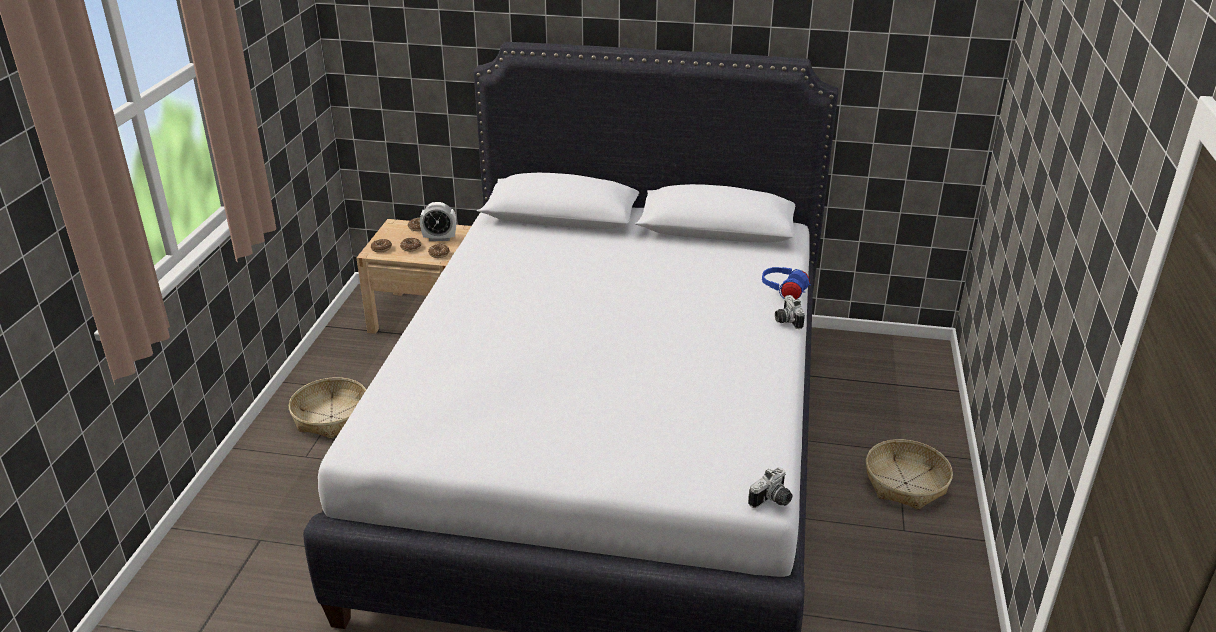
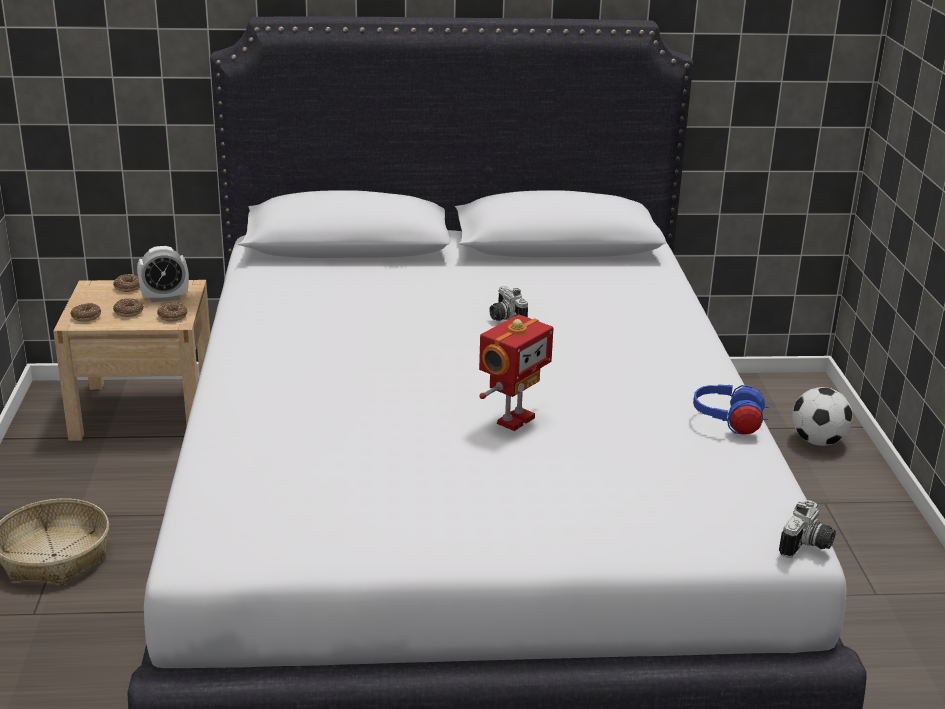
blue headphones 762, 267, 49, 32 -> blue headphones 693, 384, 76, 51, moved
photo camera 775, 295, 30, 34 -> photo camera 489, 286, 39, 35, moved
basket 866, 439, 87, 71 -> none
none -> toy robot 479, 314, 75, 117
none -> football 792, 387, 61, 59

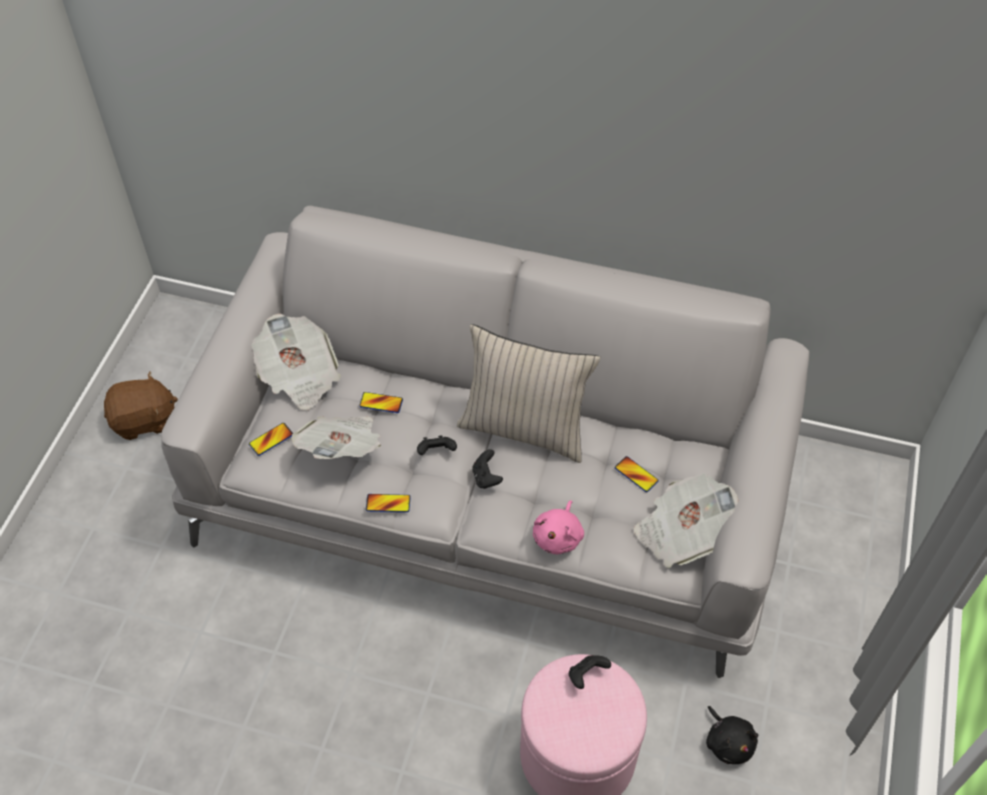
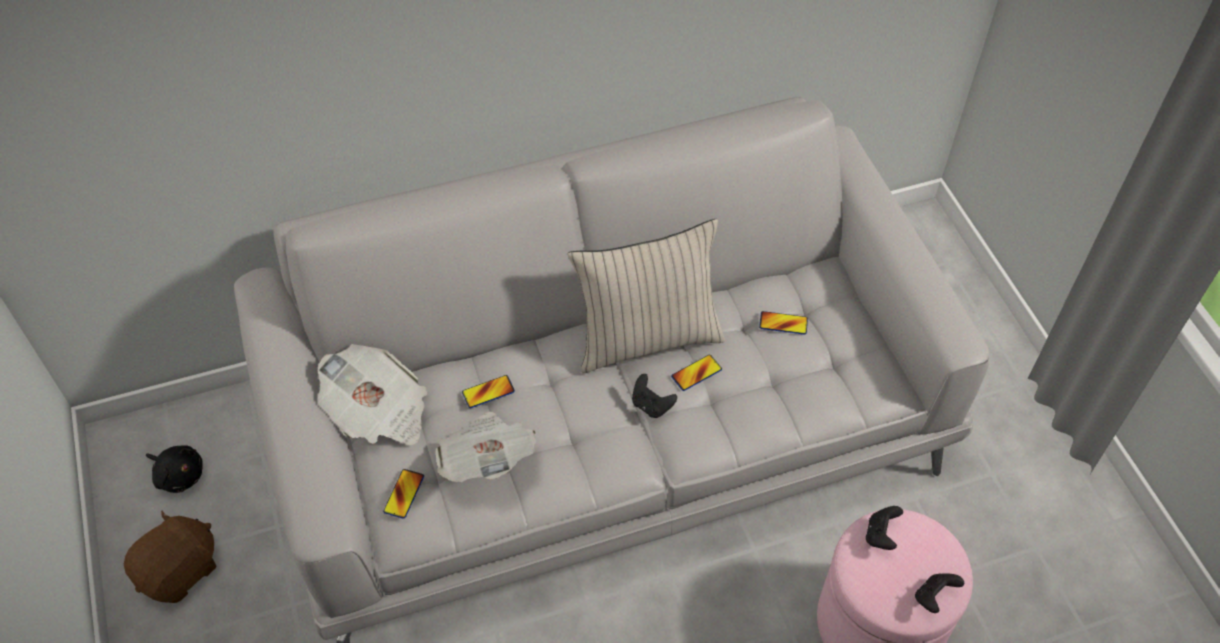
black game controller 417, 435, 40, 20 -> black game controller 915, 573, 49, 40, moved
newspaper 634, 473, 105, 95 -> none
phone 366, 494, 45, 18 -> phone 671, 355, 51, 36, moved
pink plush toy 533, 500, 51, 54 -> none
black plush toy 706, 706, 52, 58 -> black plush toy 146, 445, 57, 48, moved

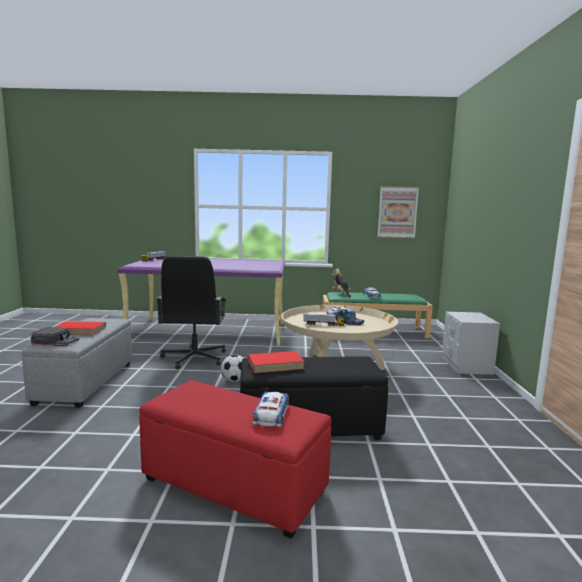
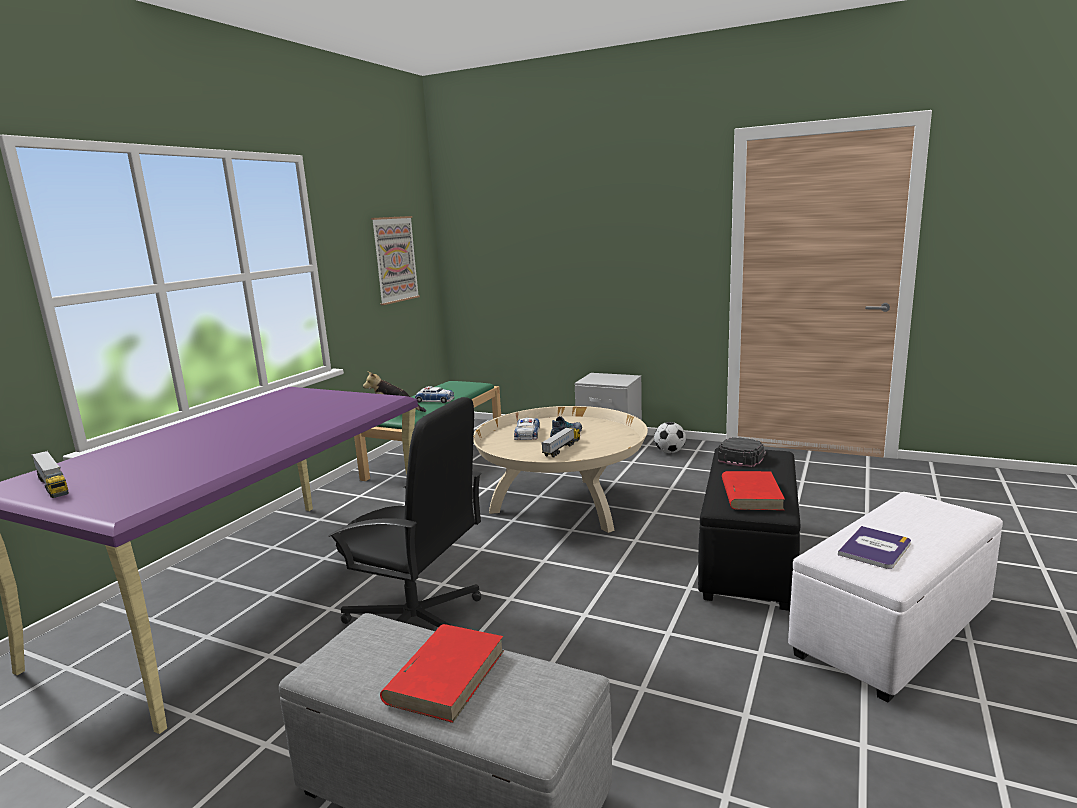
black cap 31, 327, 48, 19 -> black cap 718, 437, 48, 30, moved
football 221, 355, 22, 27 -> football 654, 422, 32, 31, moved
red ottoman 139, 380, 192, 159 -> white ottoman 788, 492, 215, 210
toy car 252, 392, 37, 35 -> none
none -> book 838, 526, 73, 43

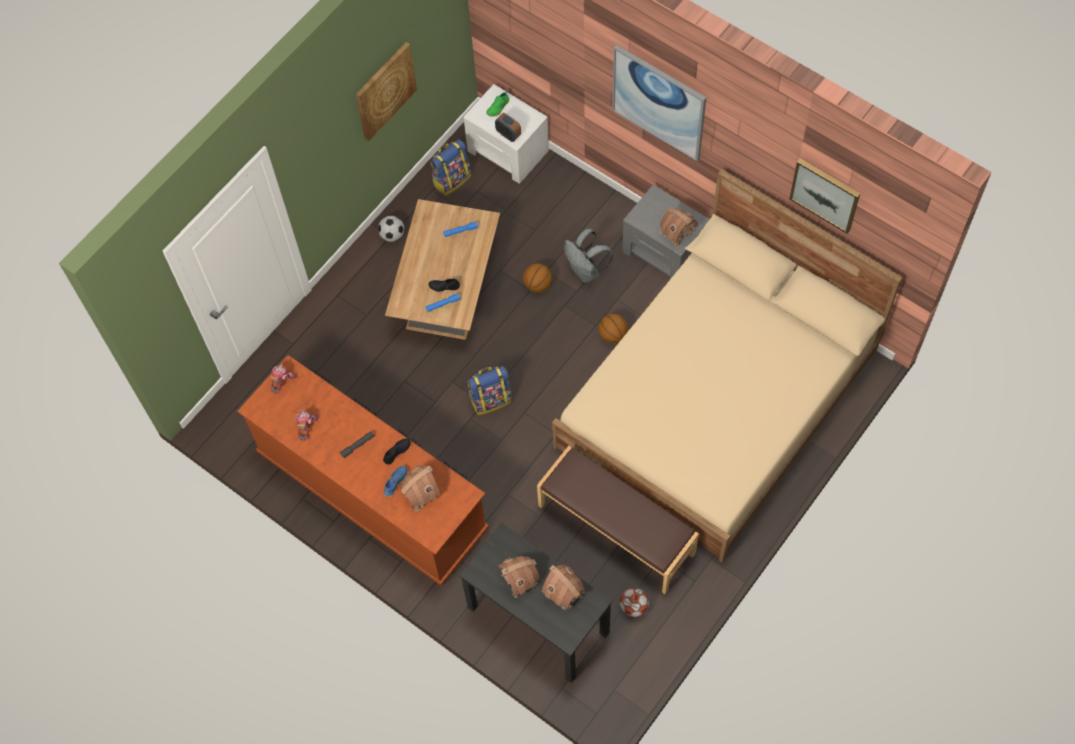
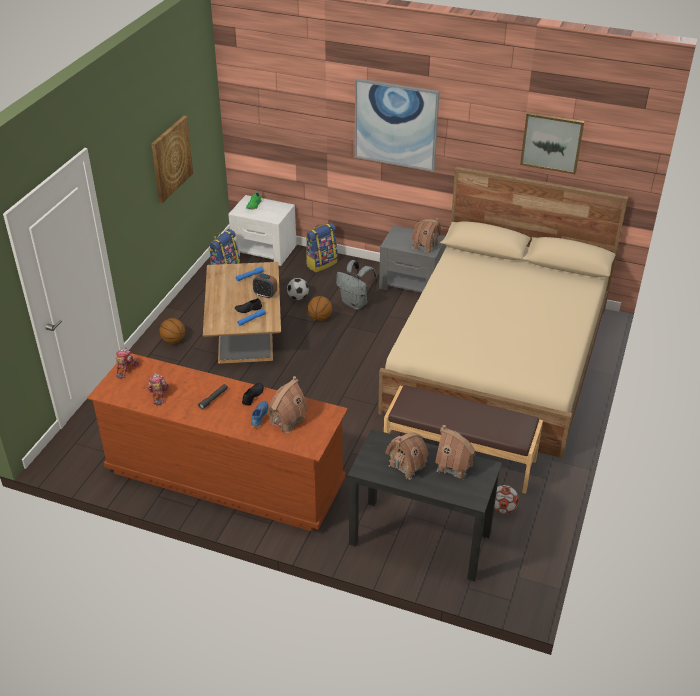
alarm clock 495, 113, 26, 29 -> alarm clock 253, 273, 24, 25, moved
football 378, 216, 26, 26 -> football 287, 278, 22, 22, moved
basketball 598, 314, 30, 29 -> basketball 159, 318, 26, 26, moved
backpack 468, 366, 44, 49 -> backpack 306, 222, 32, 50, moved

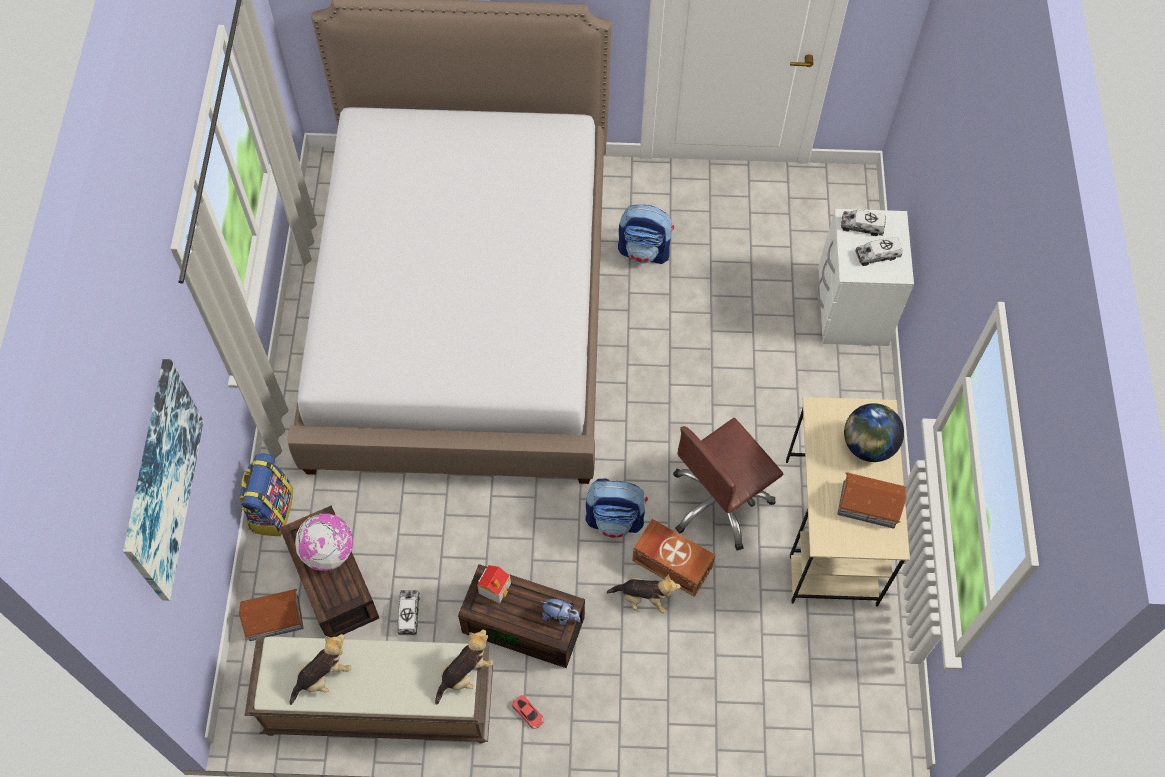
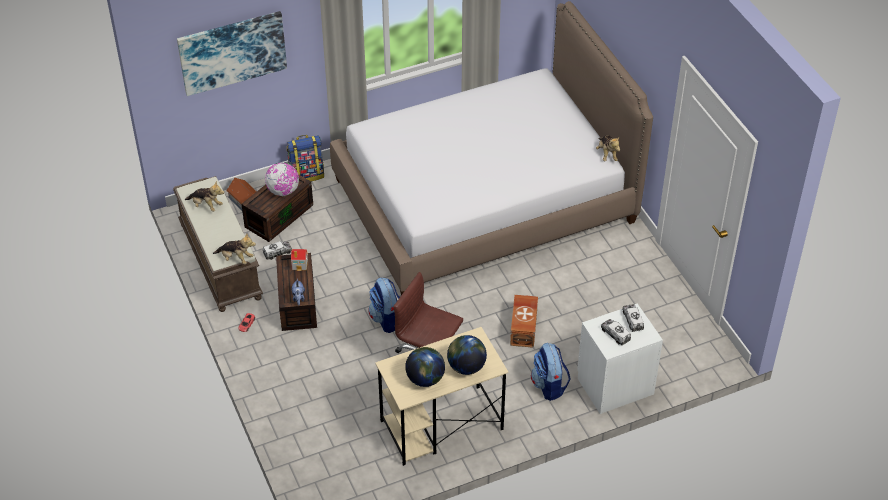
backpack 618, 205, 56, 59 -> backpack 531, 343, 40, 58, moved
toy house 837, 473, 70, 56 -> globe 405, 347, 40, 40
brown storage box 632, 519, 83, 78 -> brown storage box 510, 295, 28, 53, moved
plush toy 607, 574, 74, 39 -> plush toy 596, 135, 24, 26, moved

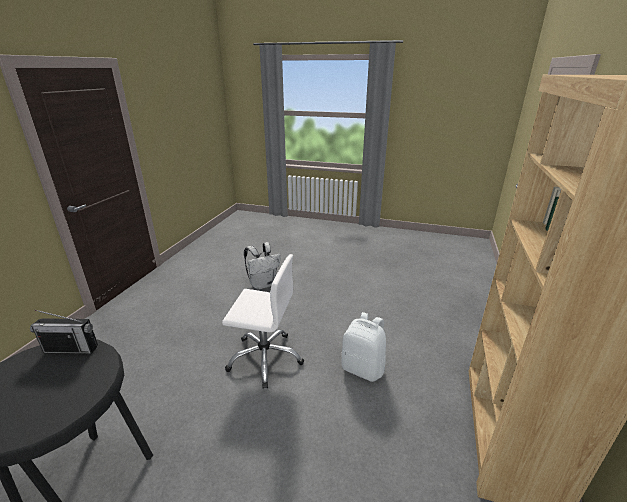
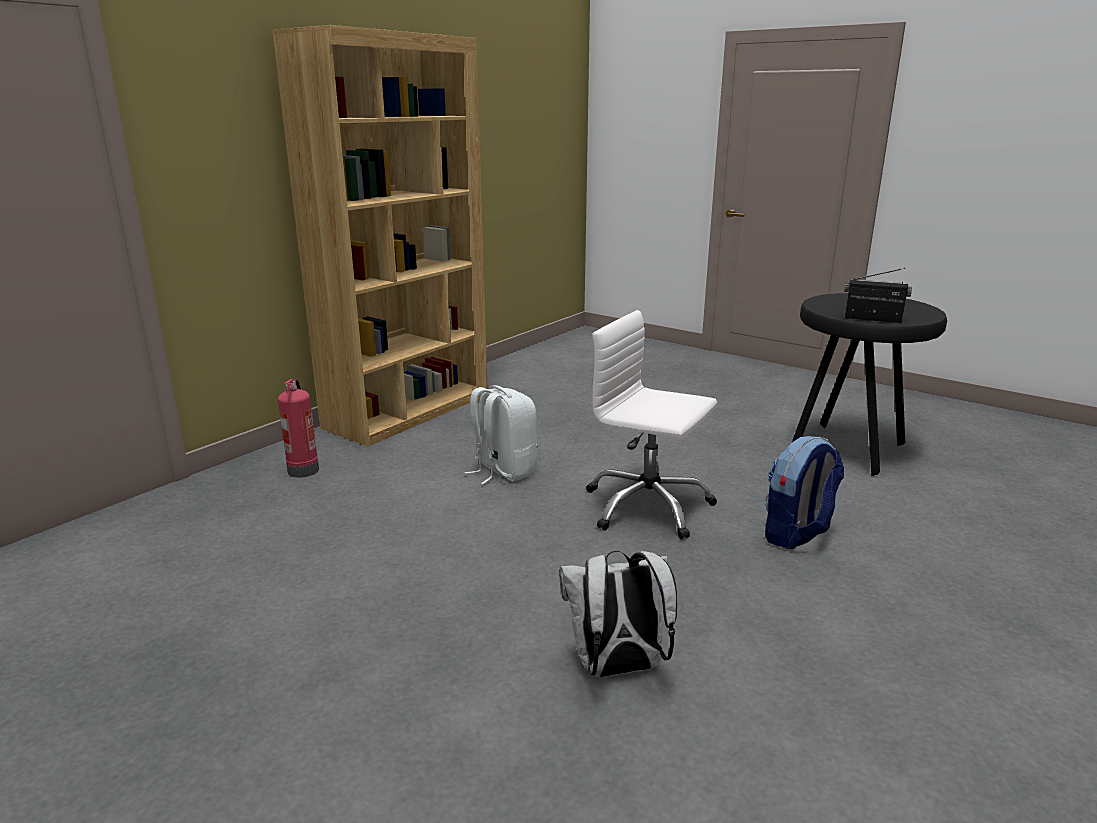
none -> fire extinguisher 278, 379, 41, 99
none -> backpack 765, 436, 79, 113

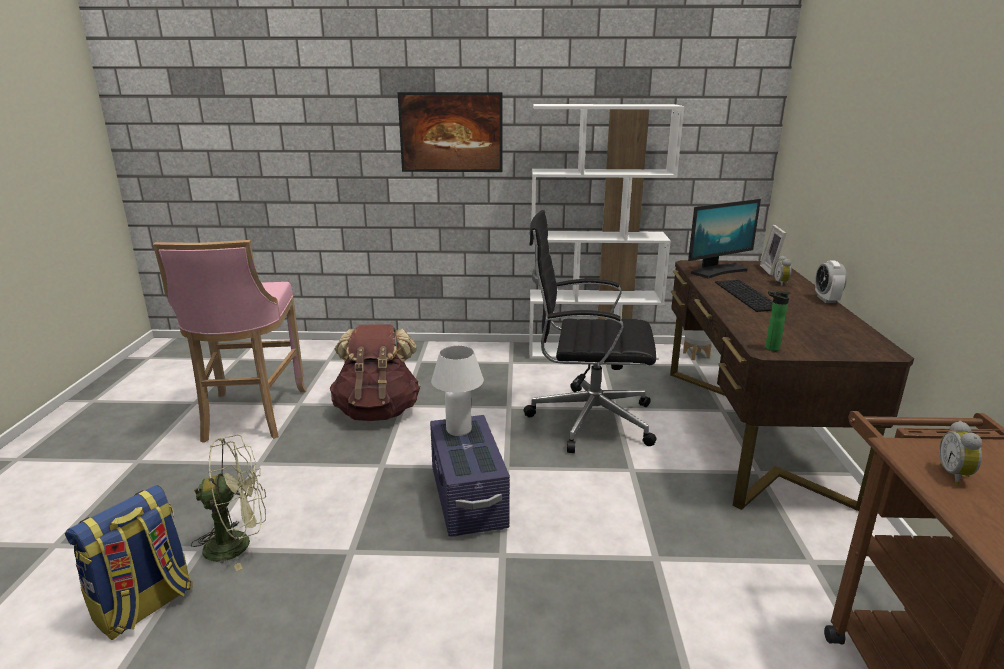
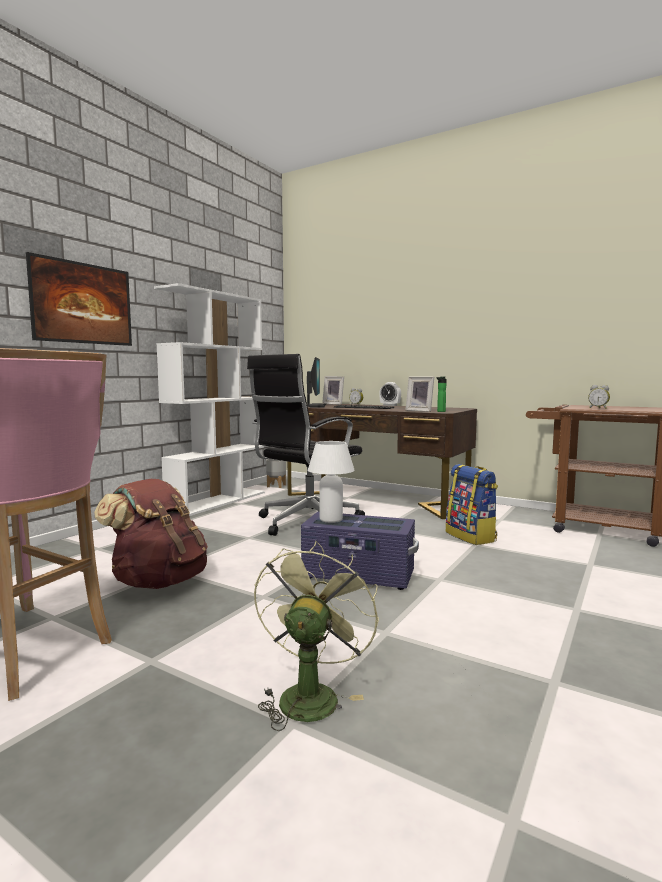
backpack 65, 485, 128, 155 -> backpack 446, 464, 52, 81, moved
none -> picture frame 406, 377, 28, 35

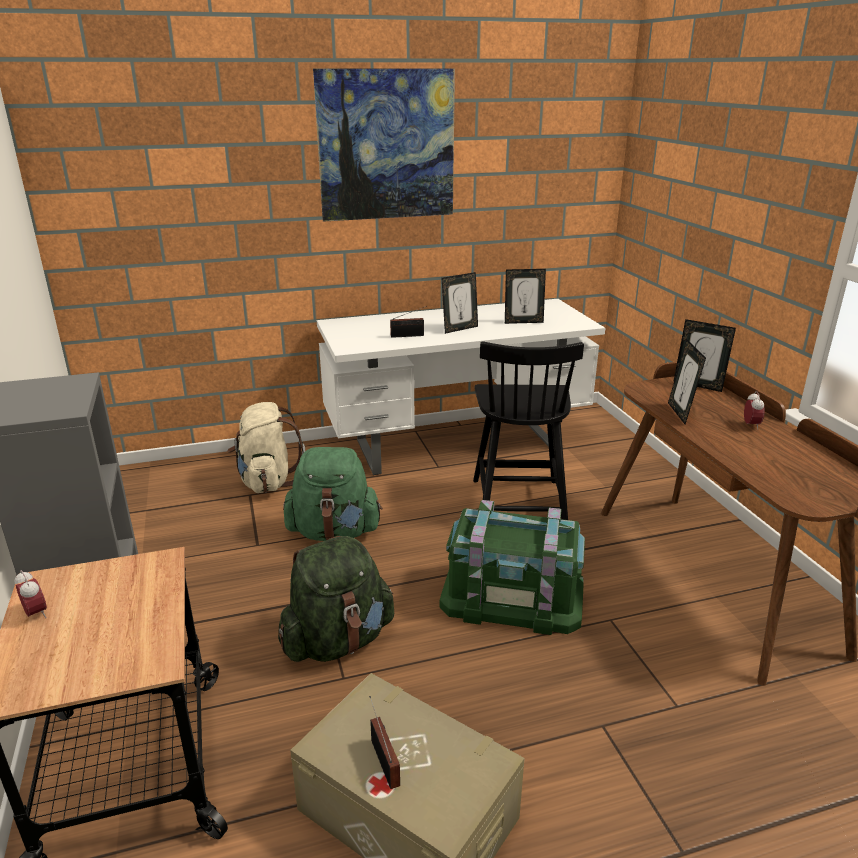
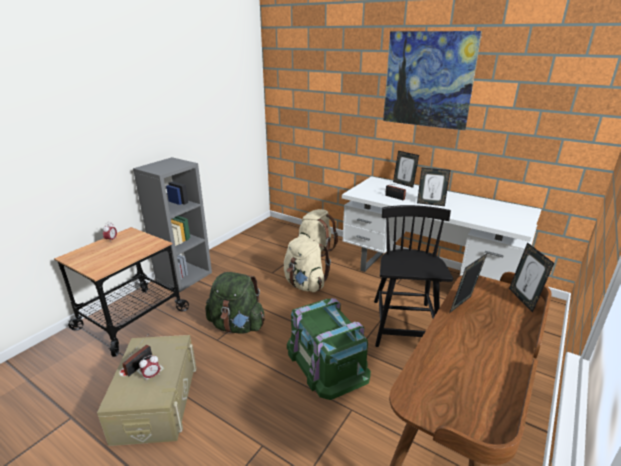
picture frame 505, 269, 41, 55 -> picture frame 393, 151, 26, 37, moved
black chair 473, 341, 111, 179 -> black chair 374, 205, 79, 142, 135 degrees clockwise
alarm clock 744, 391, 21, 39 -> alarm clock 139, 355, 21, 26, moved
green backpack 283, 447, 100, 94 -> beige backpack 284, 236, 47, 56

